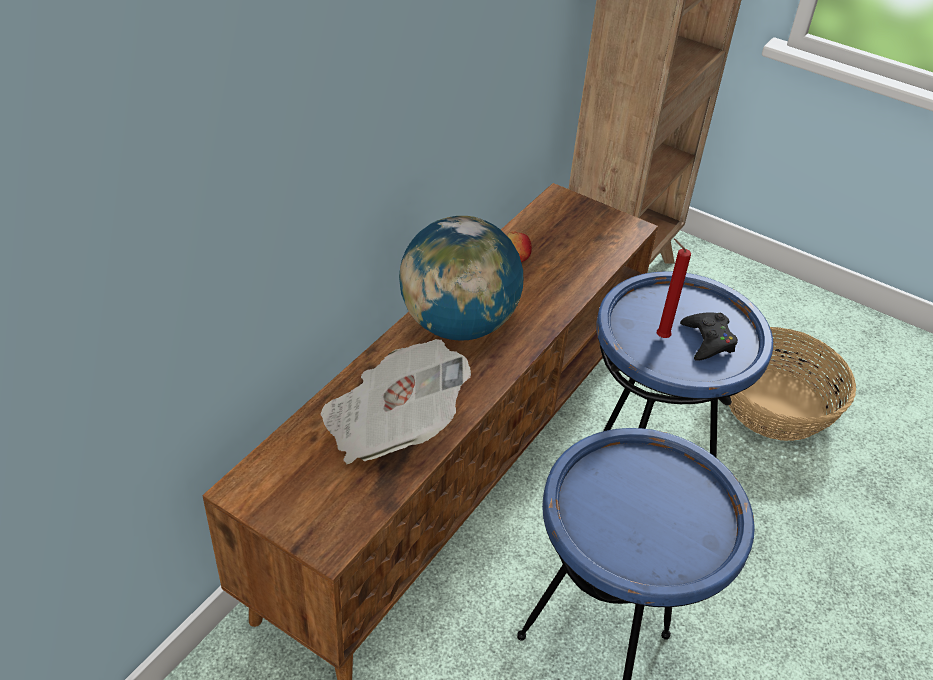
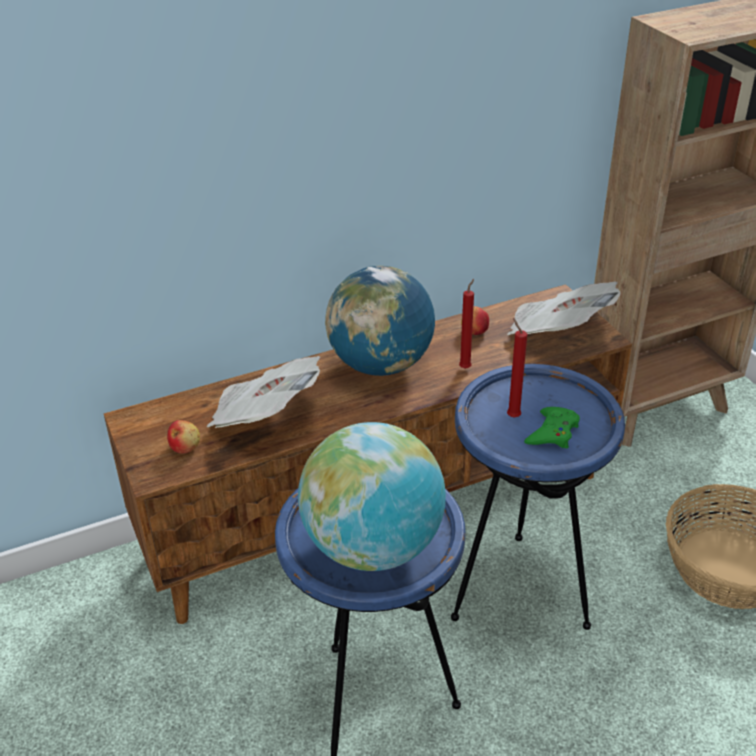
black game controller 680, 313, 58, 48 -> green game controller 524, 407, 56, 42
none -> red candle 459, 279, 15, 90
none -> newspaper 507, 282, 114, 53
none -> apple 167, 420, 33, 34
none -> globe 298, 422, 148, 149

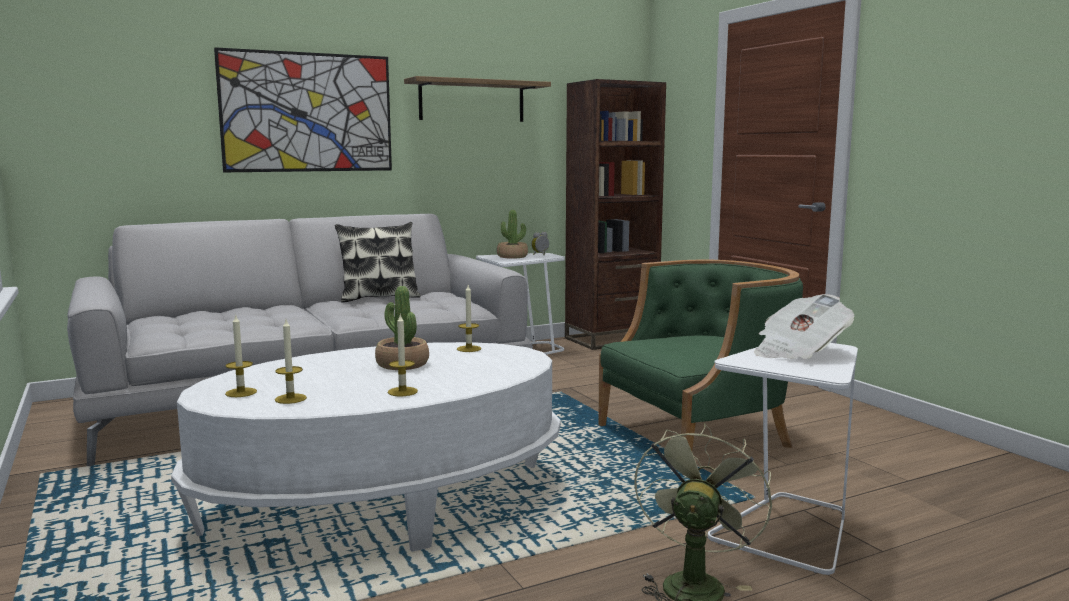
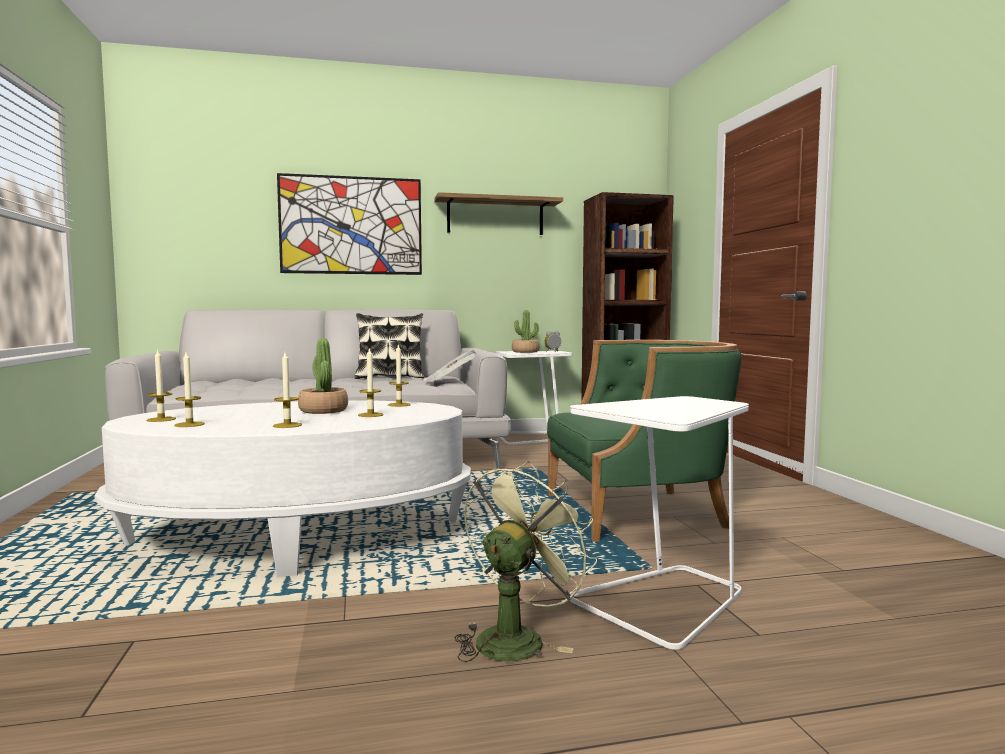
newspaper 754, 294, 100, 65 -> newspaper 423, 350, 54, 31, moved
none -> candle 358, 347, 26, 70

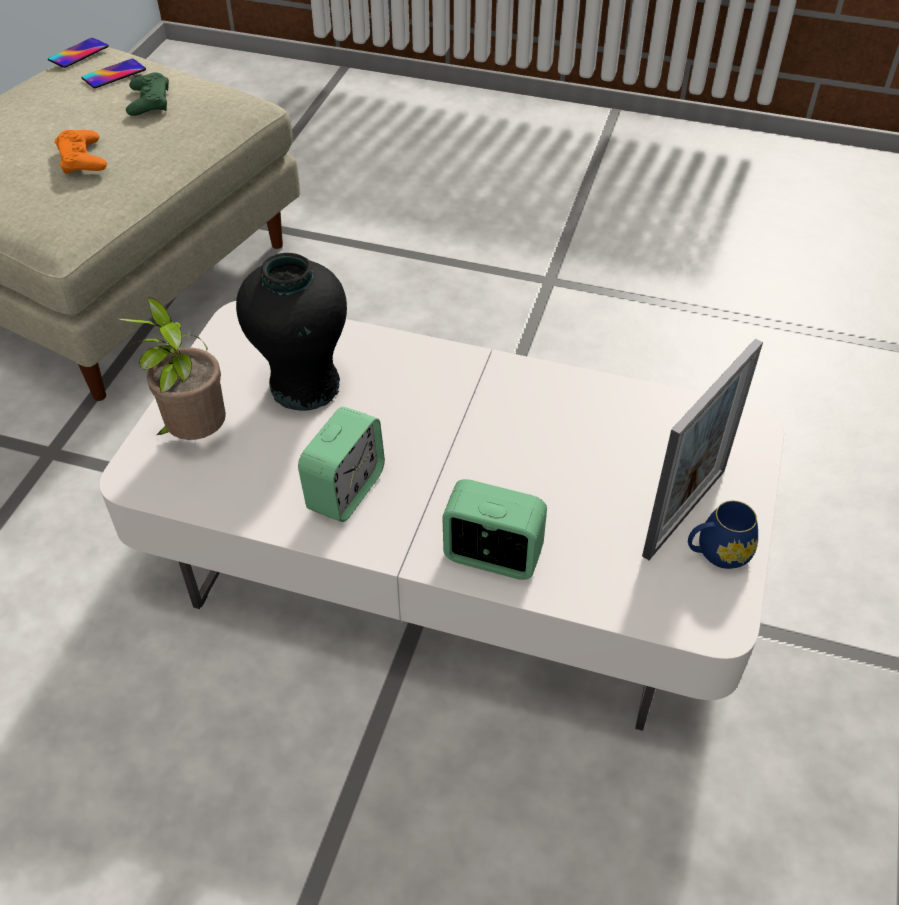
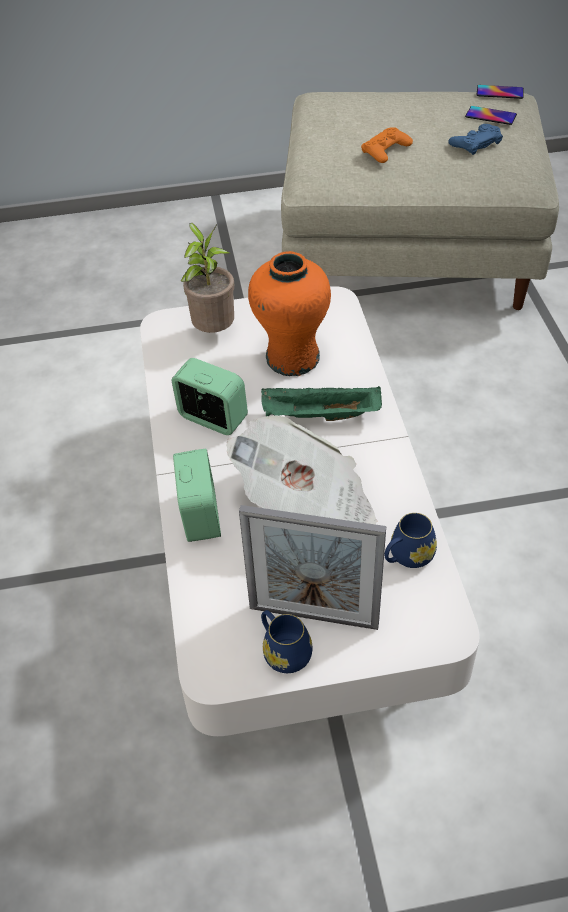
green game controller 126, 72, 43, 44 -> blue game controller 448, 124, 55, 31
black vase 236, 253, 111, 158 -> orange vase 248, 251, 83, 125
alarm clock 298, 407, 87, 115 -> alarm clock 172, 358, 76, 77, 150 degrees counterclockwise
none -> green tray 261, 386, 121, 35
none -> newspaper 226, 416, 151, 108
none -> blue mug 384, 513, 53, 55

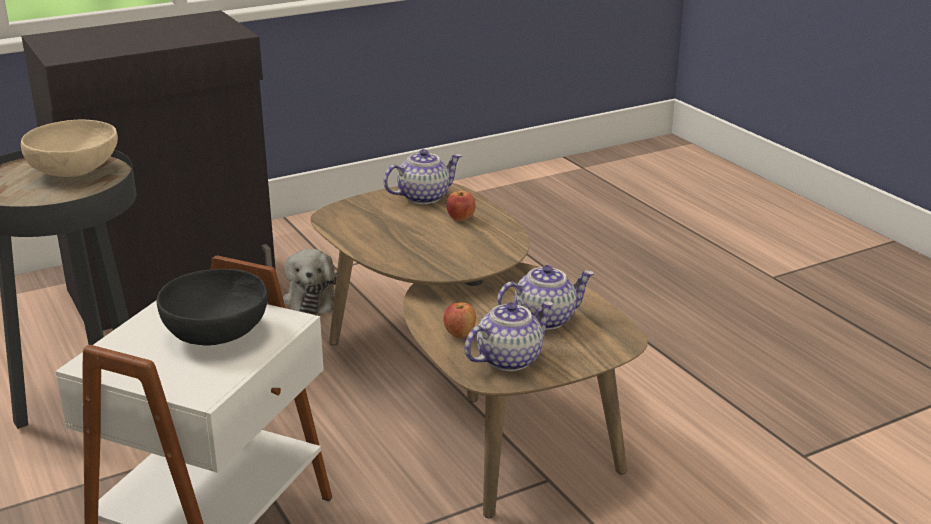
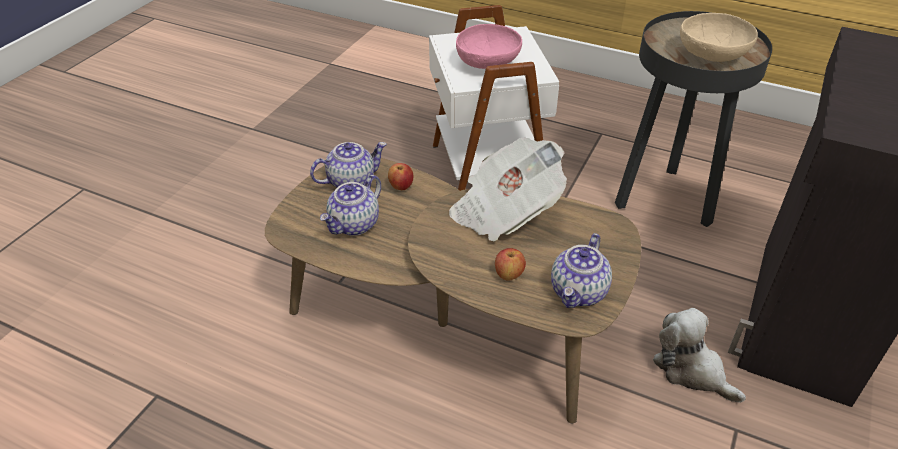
black bowl 157, 269, 111, 77 -> pink bowl 456, 24, 66, 45
teapot 465, 301, 88, 70 -> teapot 310, 142, 77, 46, 135 degrees counterclockwise
none -> newspaper 449, 137, 118, 105

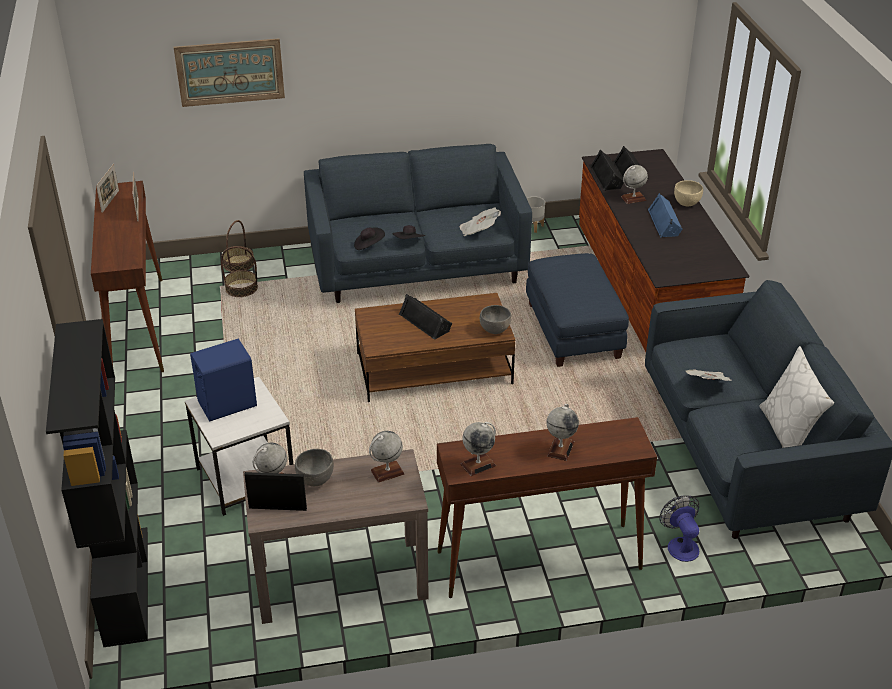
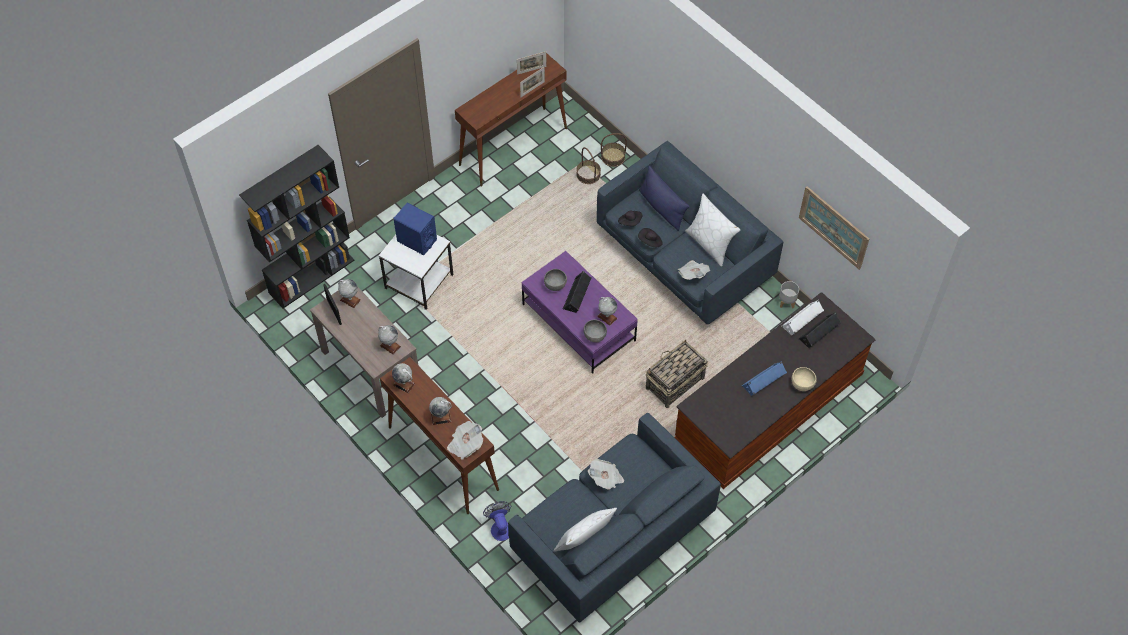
picture 174, 38, 111, 69 -> picture 799, 186, 70, 84, moved
black speaker 590, 149, 34, 42 -> white speaker 781, 300, 43, 35
globe 621, 165, 27, 39 -> globe 597, 297, 21, 29, moved
blue ottoman 526, 253, 103, 114 -> basket 646, 340, 62, 68
brown coffee table 355, 293, 160, 109 -> purple coffee table 521, 251, 117, 123
grey bowl 295, 449, 39, 37 -> grey bowl 544, 269, 23, 22, moved
fan 659, 495, 40, 67 -> fan 483, 501, 28, 40, 60 degrees counterclockwise
none -> blue pillow 639, 166, 51, 65
none -> white pillow 685, 194, 55, 73
none -> newspaper 447, 421, 36, 39

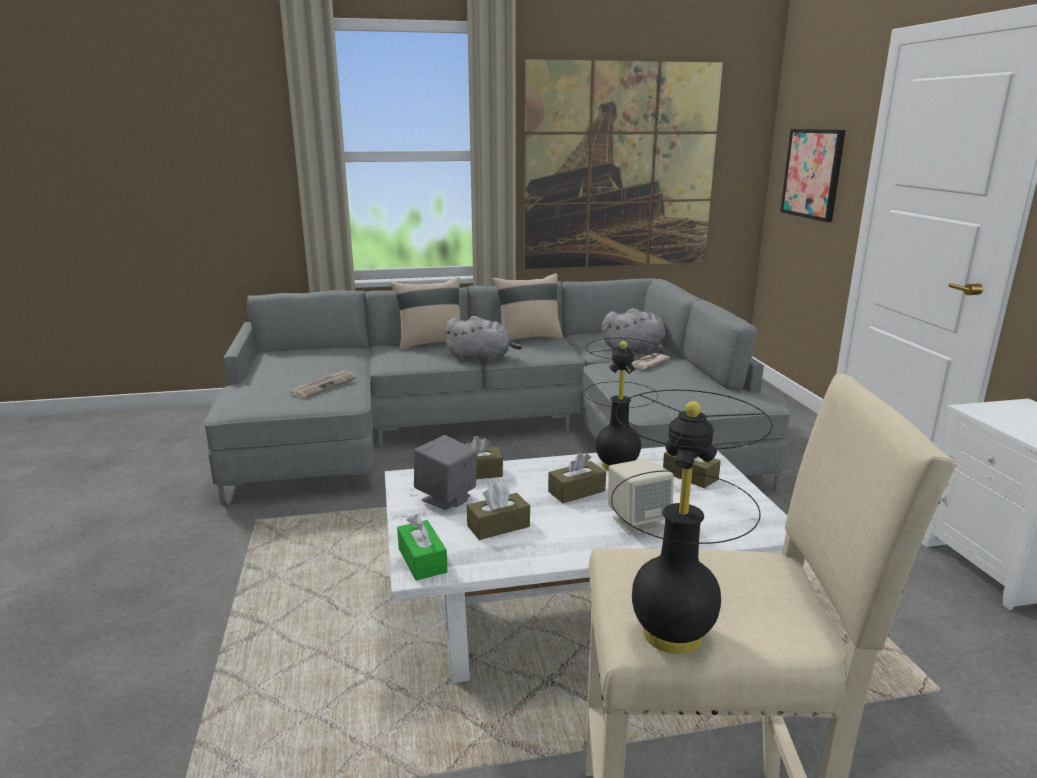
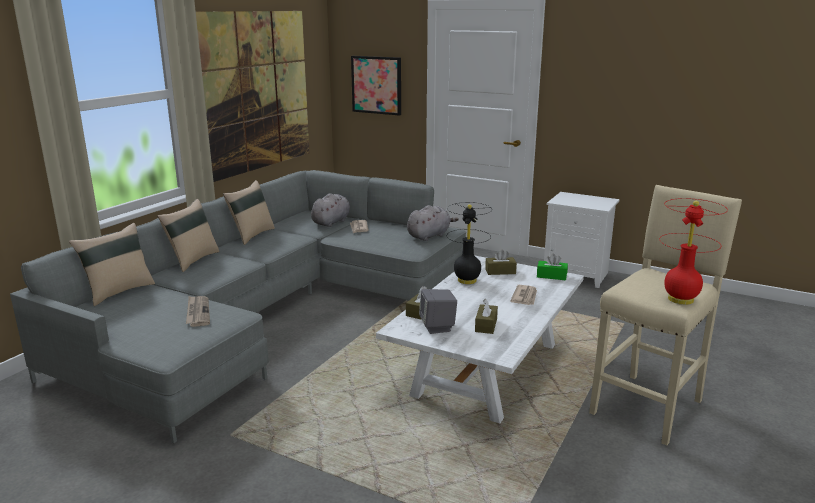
grey plush toy 445, 316, 77, 46 -> grey plush toy 407, 205, 52, 36, moved
black table lamp 611, 390, 161, 264 -> red table lamp 659, 198, 69, 107
brown tissue box 548, 452, 58, 51 -> none
beige speaker 608, 459, 66, 76 -> newspaper 510, 285, 27, 20
green tissue box 397, 515, 51, 65 -> green tissue box 537, 254, 31, 26, moved
none -> beige pillow 69, 223, 86, 83

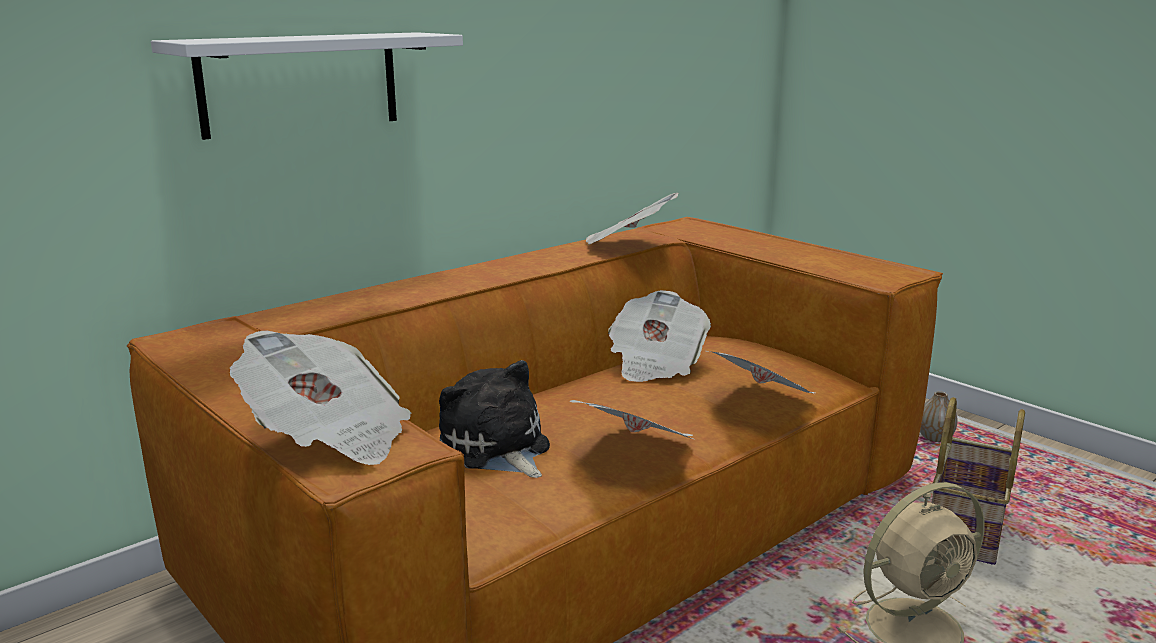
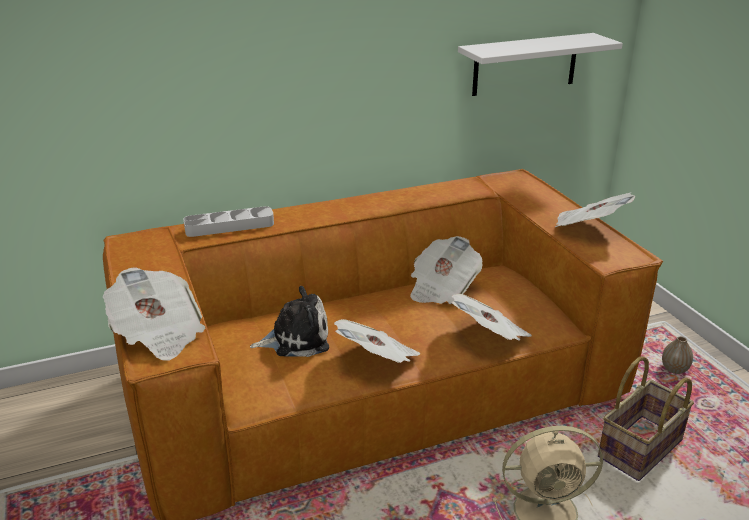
white shelf 151, 32, 312, 108 -> white shelf 458, 33, 165, 63, moved
newspaper 586, 193, 93, 52 -> newspaper 555, 193, 80, 34, moved
plush toy 439, 360, 111, 118 -> plush toy 250, 286, 79, 71, 90 degrees clockwise
none -> grey tray 183, 206, 91, 31

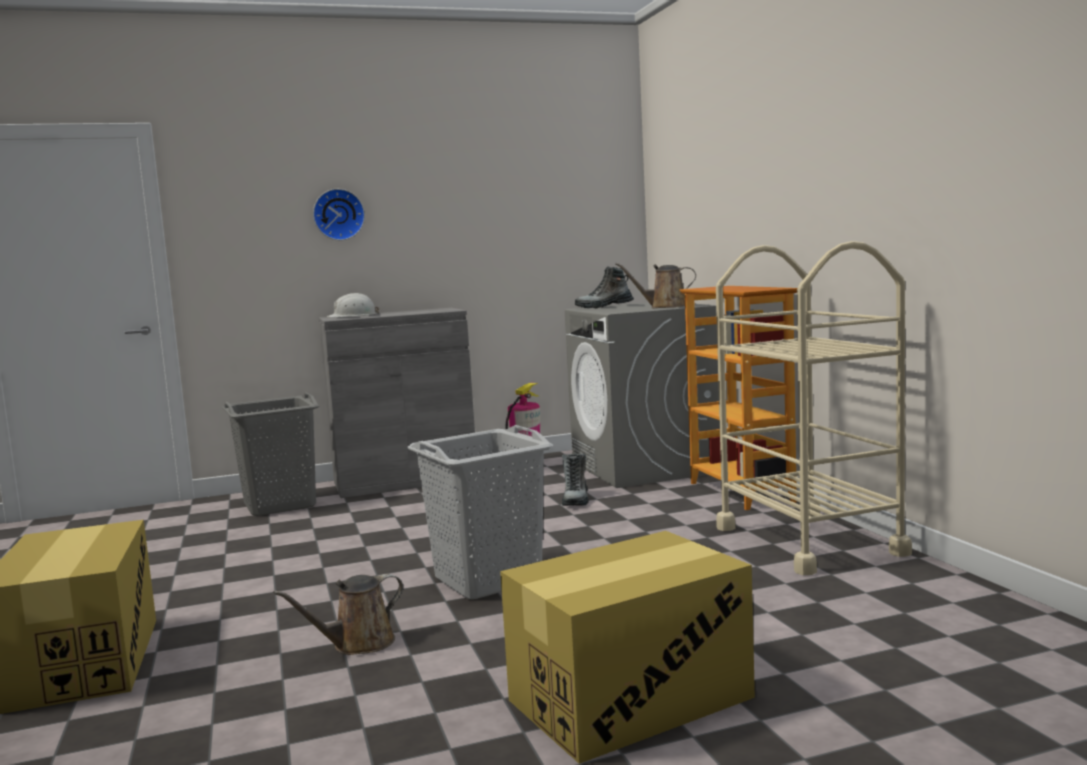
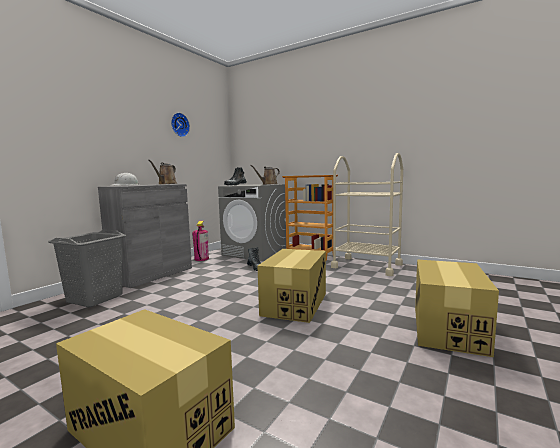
wall clock 313, 189, 52, 51 -> wall clock 171, 113, 19, 24, moved
grey laundry basket 407, 425, 146, 174 -> cardboard box 257, 249, 69, 74
brown watering can 273, 574, 130, 81 -> brown watering can 148, 159, 29, 26, moved

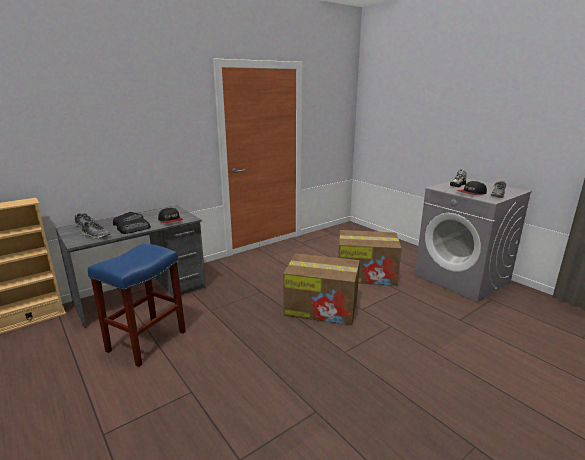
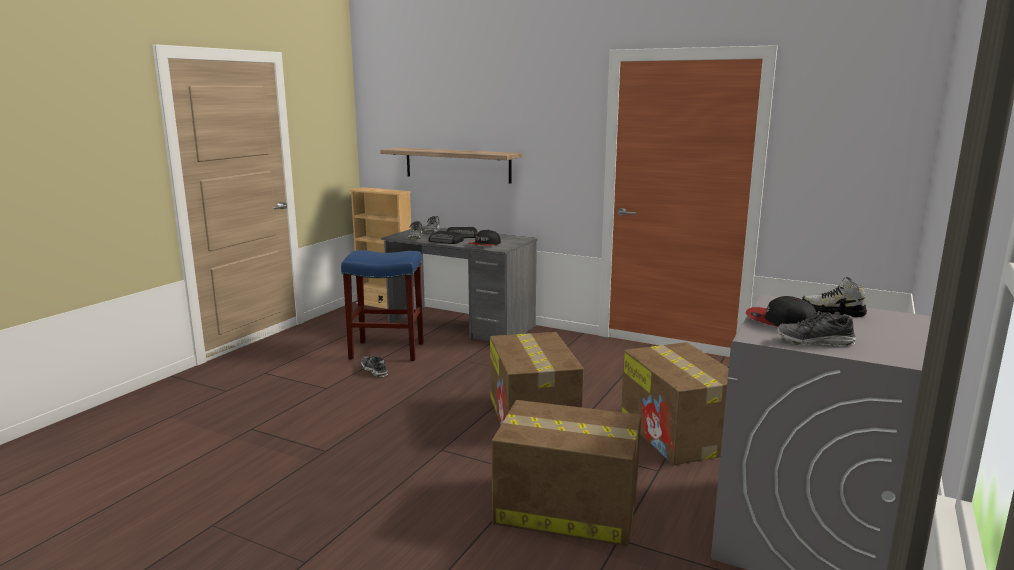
none -> shelf 380, 147, 142, 36
none -> shoe 361, 355, 27, 22
none -> cardboard box 492, 400, 149, 147

